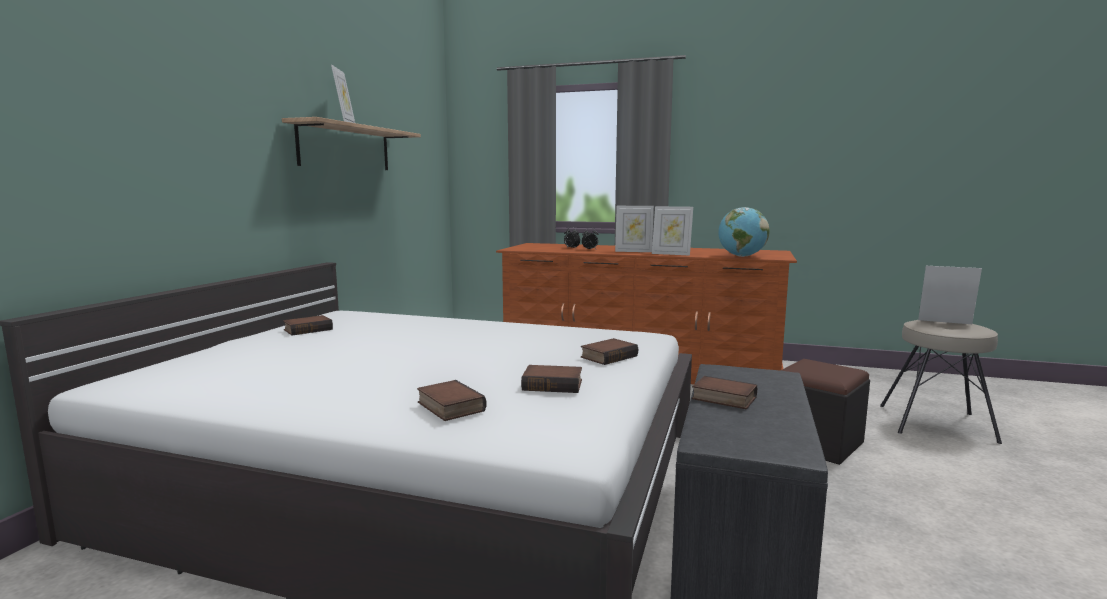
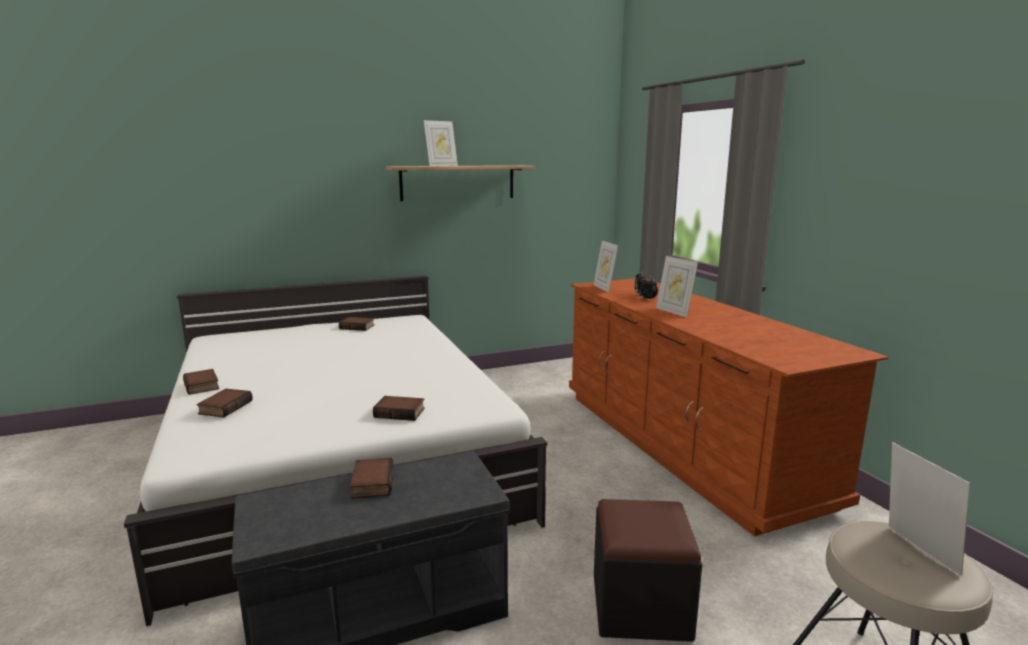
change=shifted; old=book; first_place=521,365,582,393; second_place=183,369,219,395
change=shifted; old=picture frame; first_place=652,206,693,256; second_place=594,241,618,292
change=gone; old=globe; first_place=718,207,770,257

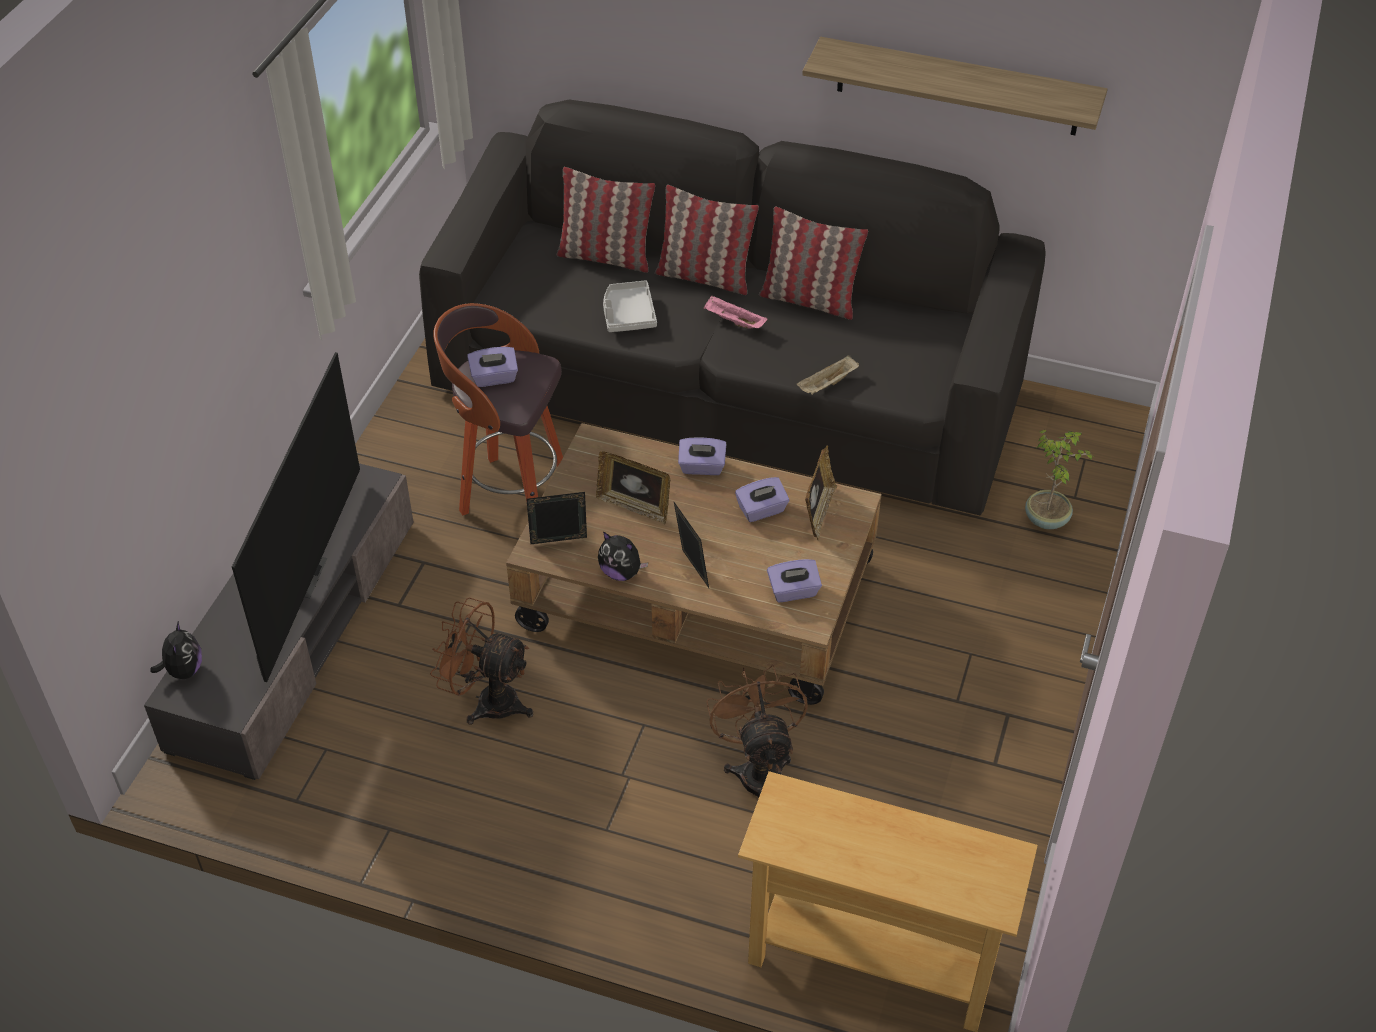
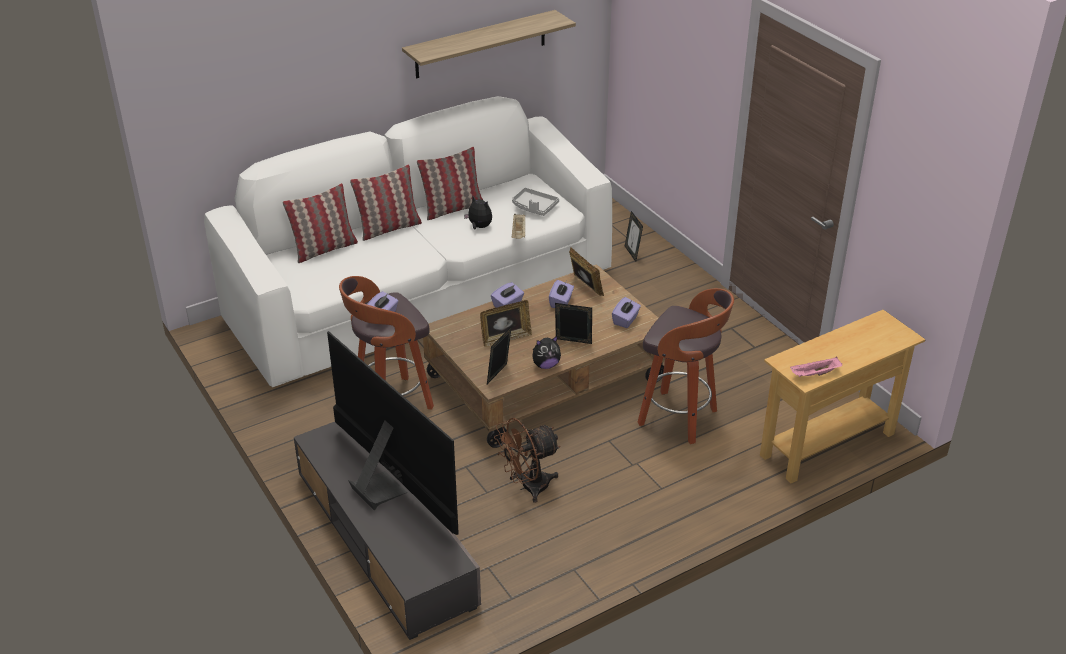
change=shifted; old=plush toy; first_place=150,620,202,679; second_place=464,196,492,230
change=repainted; old=black sofa; new=white sofa; first_place=419,100,1046,515; second_place=204,96,612,387
change=shifted; old=grey tray; first_place=603,280,657,332; second_place=512,187,559,216
change=shifted; old=pink tray; first_place=703,296,768,329; second_place=790,357,842,377
change=swapped; old=brown fan; new=stool; first_place=706,665,808,797; second_place=638,288,734,444
change=swapped; old=potted plant; new=picture frame; first_place=1025,430,1095,529; second_place=625,211,643,262

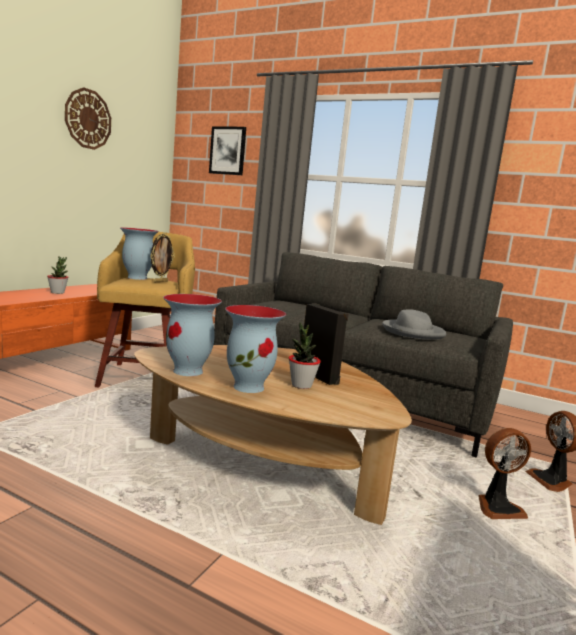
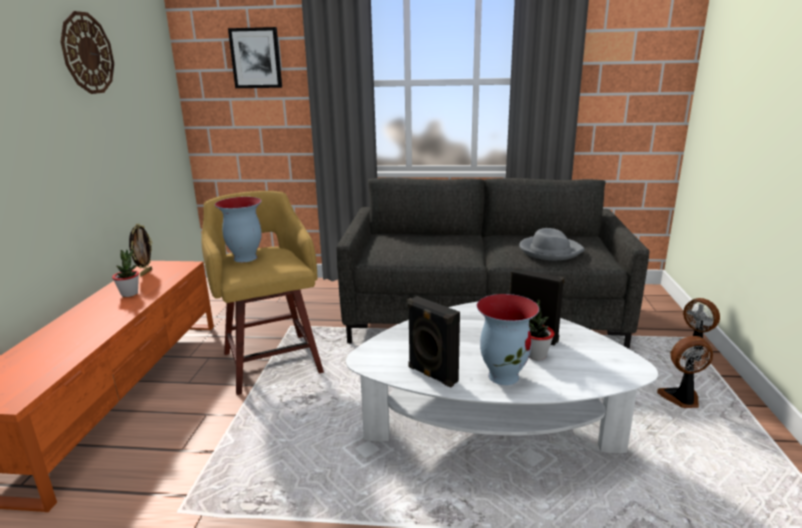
change=repainted; old=brown coffee table; new=white coffee table; first_place=134,345,412,525; second_place=346,302,658,453
change=shifted; old=picture frame; first_place=150,233,175,282; second_place=129,223,152,276
change=swapped; old=vase; new=black speaker; first_place=163,294,222,376; second_place=407,296,460,388
change=rotated; old=fan; first_place=478,428,531,519; second_place=657,336,713,408; degrees=-150

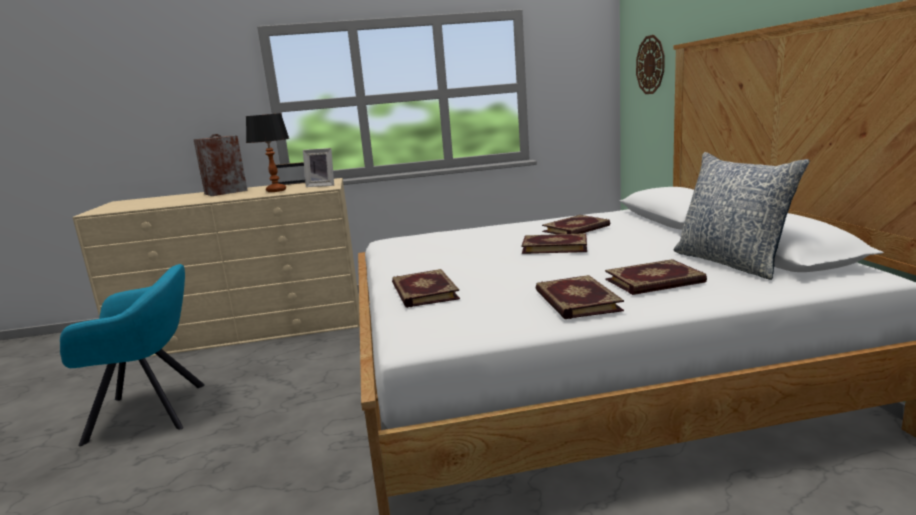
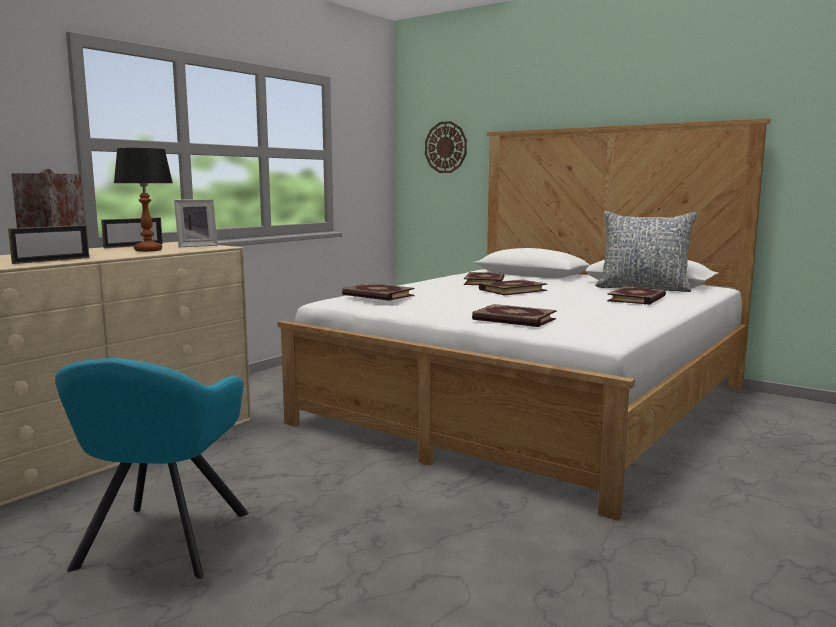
change=rotated; old=turquoise armchair; first_place=60,264,205,446; second_place=55,358,249,579; degrees=150
change=shifted; old=book; first_place=536,275,624,319; second_place=342,283,415,301
change=new; new=picture frame; second_place=8,225,89,264

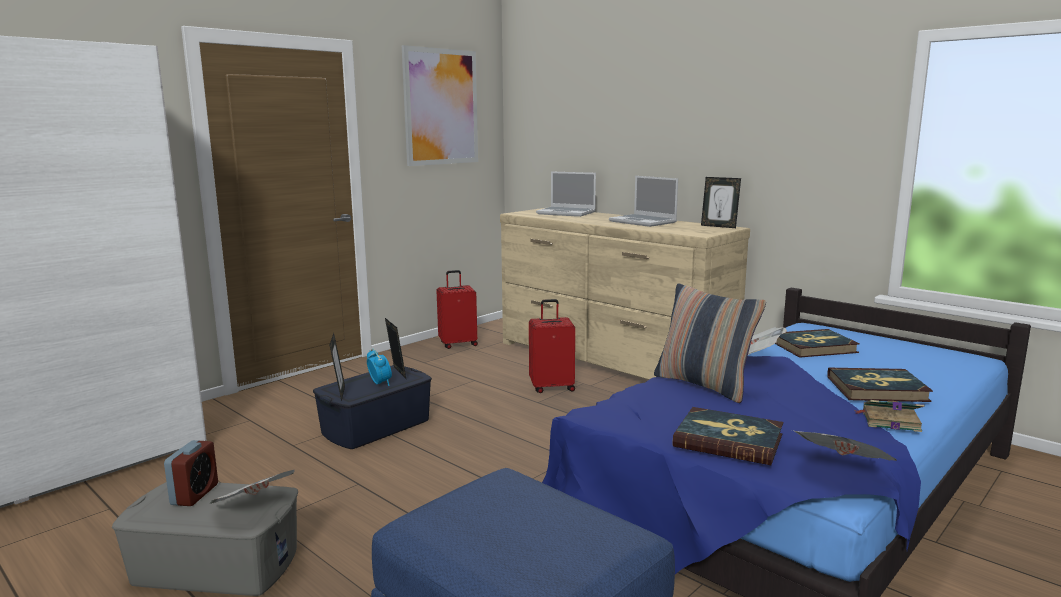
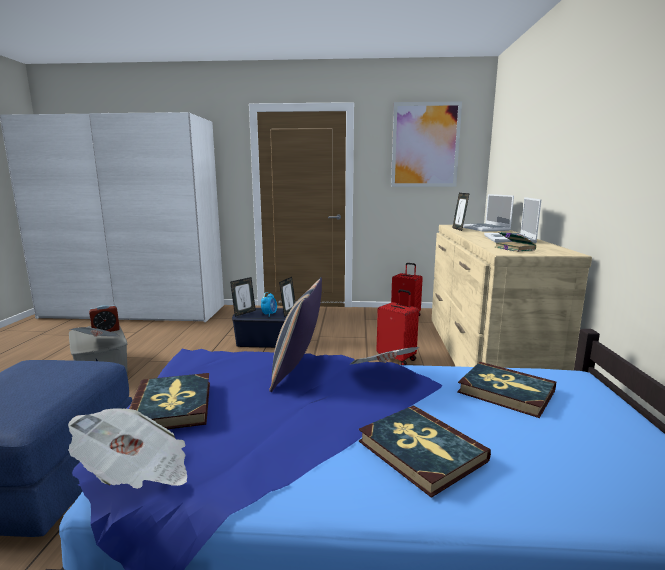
change=shifted; old=picture frame; first_place=701,177,741,228; second_place=452,193,469,231
change=shifted; old=book; first_place=854,400,924,432; second_place=494,231,536,252

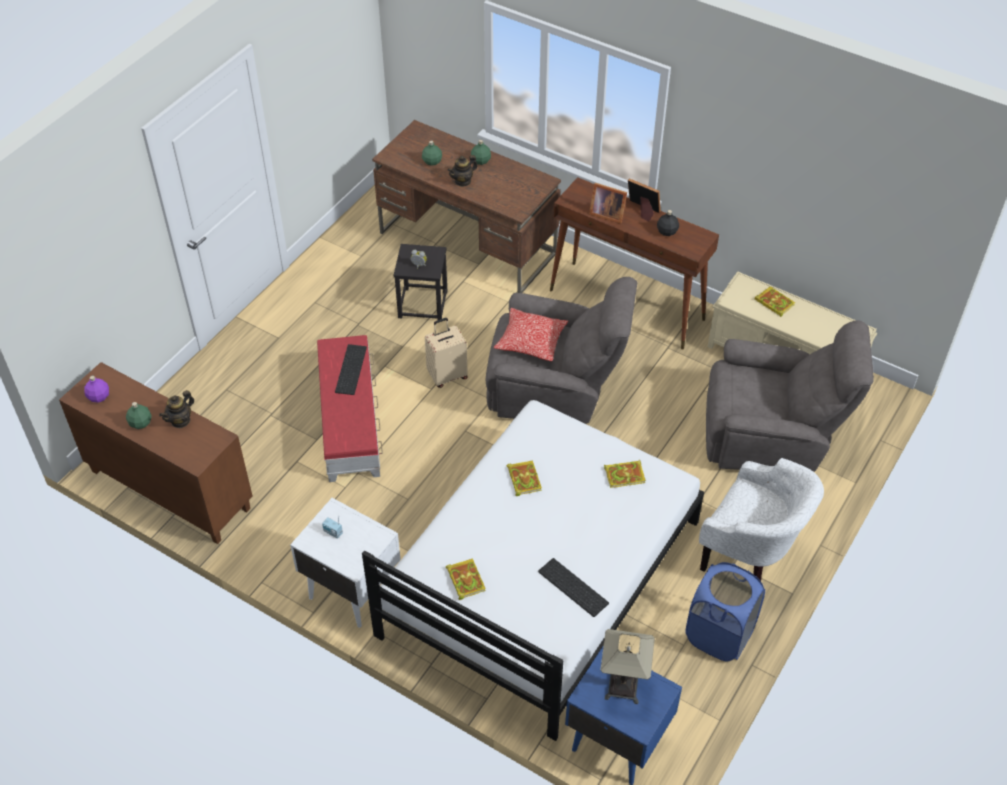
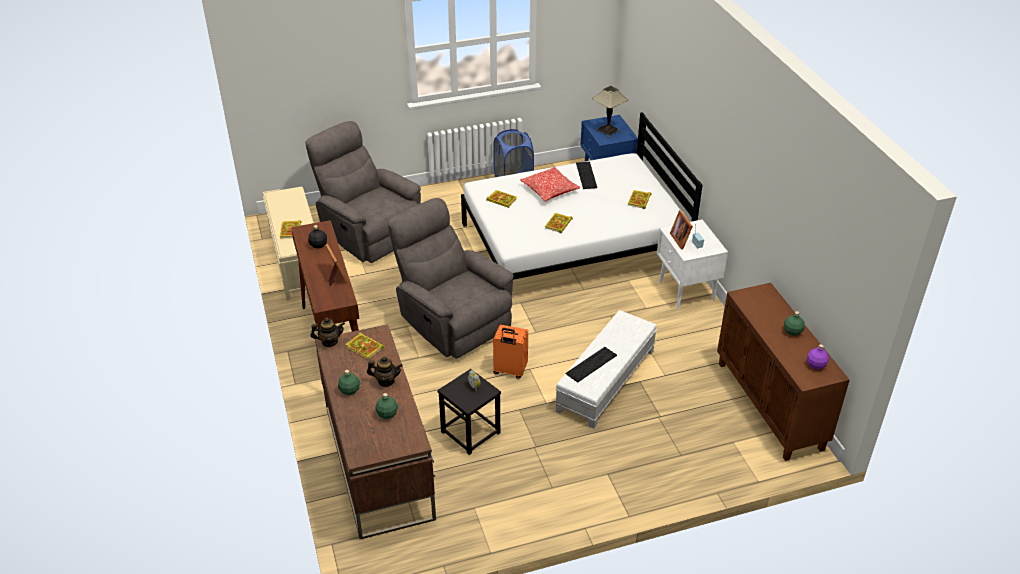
change=shifted; old=teapot; first_place=159,390,194,428; second_place=310,318,345,347
change=repainted; old=red ottoman; new=white ottoman; first_place=317,335,383,482; second_place=555,310,657,429
change=repainted; old=beige suitcase; new=orange suitcase; first_place=425,318,468,388; second_place=493,325,528,379
change=shifted; old=pillow; first_place=494,308,568,361; second_place=520,167,580,202
change=shifted; old=picture frame; first_place=628,178,661,222; second_place=670,210,693,250
change=gone; old=white armchair; first_place=699,458,824,581
change=new; new=book; second_place=346,332,384,359

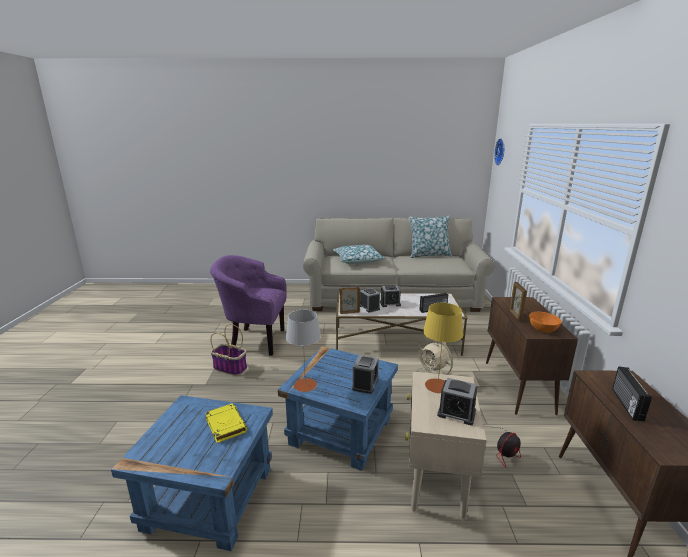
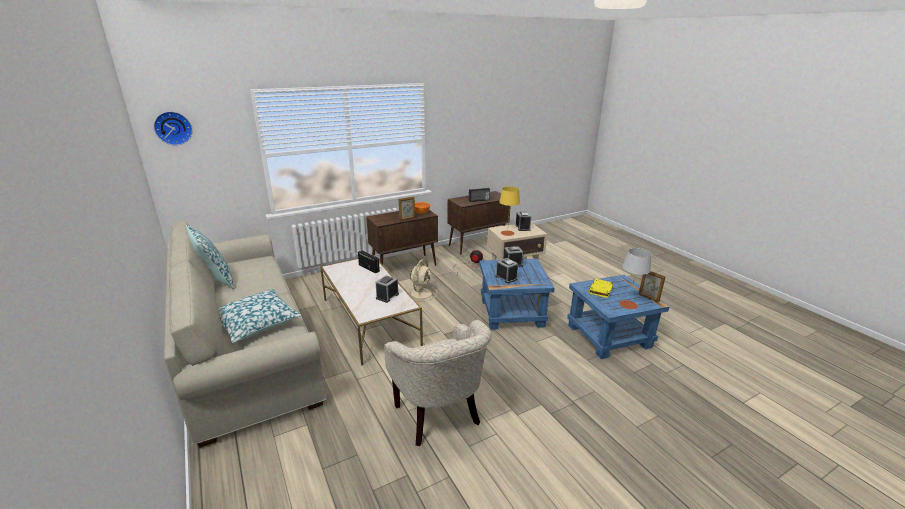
change=repainted; old=purple armchair; new=beige armchair; first_place=210,255,287,355; second_place=384,320,492,446
change=gone; old=basket; first_place=210,324,247,376
change=shifted; old=grey table lamp; first_place=286,310,321,392; second_place=620,248,651,309
change=shifted; old=picture frame; first_place=340,287,360,314; second_place=639,271,666,302
change=shifted; old=alarm clock; first_place=380,285,401,307; second_place=495,258,518,284

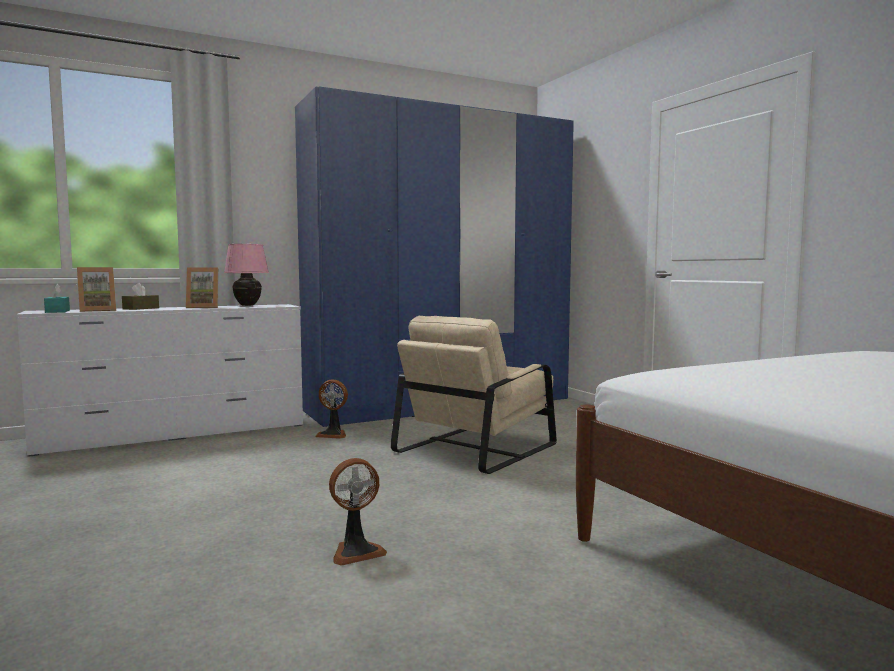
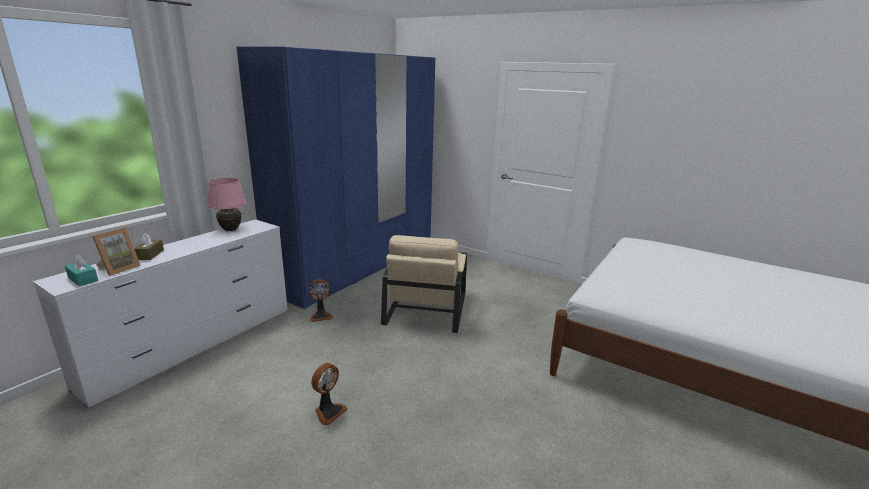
change=gone; old=picture frame; first_place=186,267,218,308
change=shifted; old=fan; first_place=329,458,387,566; second_place=311,363,348,425

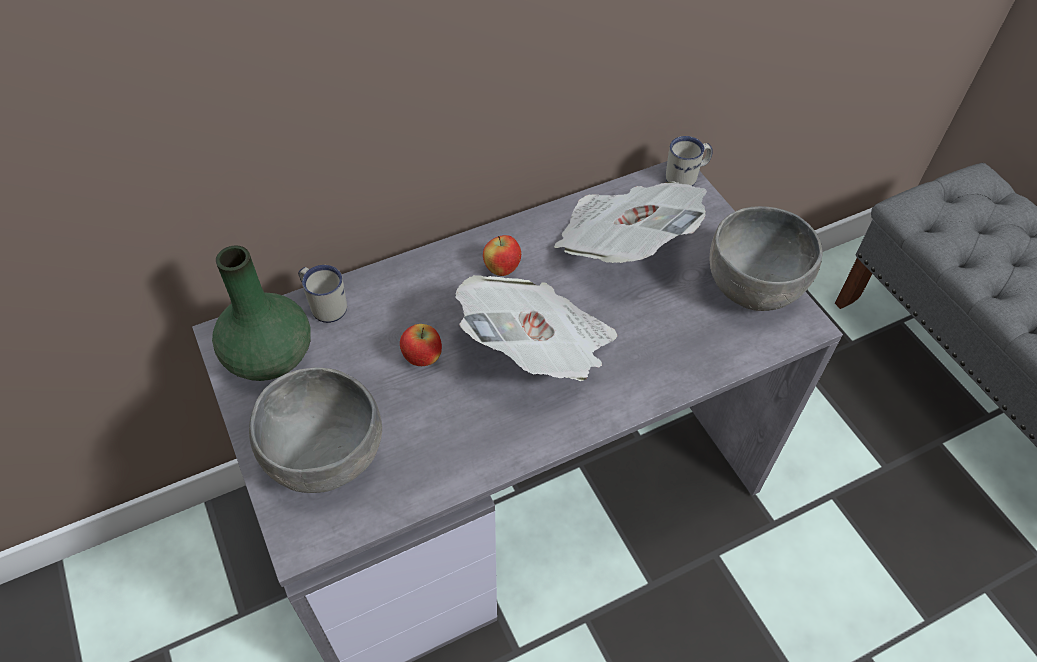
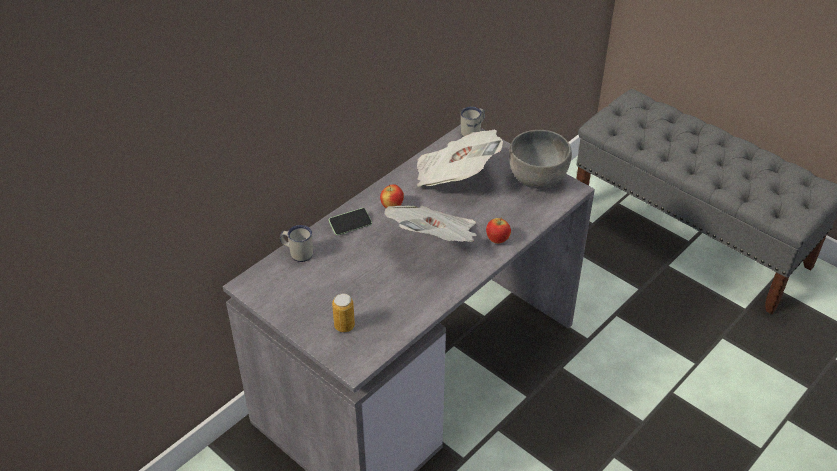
change=gone; old=green vase; first_place=212,245,311,381
change=swapped; old=grey bowl; new=can; first_place=249,367,382,493; second_place=332,294,355,332
change=shifted; old=apple; first_place=400,324,442,366; second_place=486,217,511,244
change=new; new=phone; second_place=329,208,372,236

